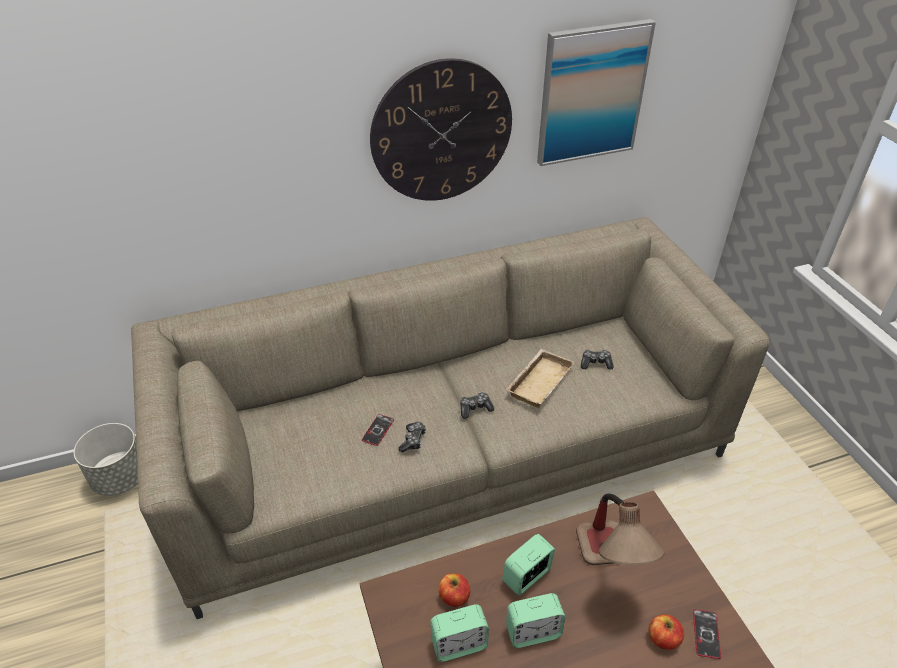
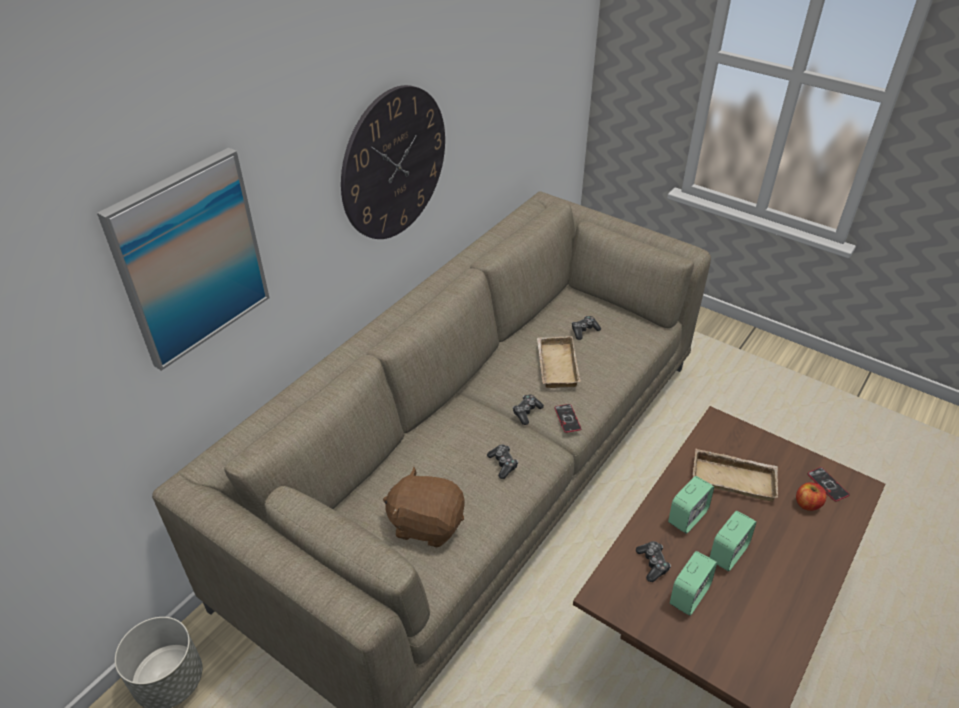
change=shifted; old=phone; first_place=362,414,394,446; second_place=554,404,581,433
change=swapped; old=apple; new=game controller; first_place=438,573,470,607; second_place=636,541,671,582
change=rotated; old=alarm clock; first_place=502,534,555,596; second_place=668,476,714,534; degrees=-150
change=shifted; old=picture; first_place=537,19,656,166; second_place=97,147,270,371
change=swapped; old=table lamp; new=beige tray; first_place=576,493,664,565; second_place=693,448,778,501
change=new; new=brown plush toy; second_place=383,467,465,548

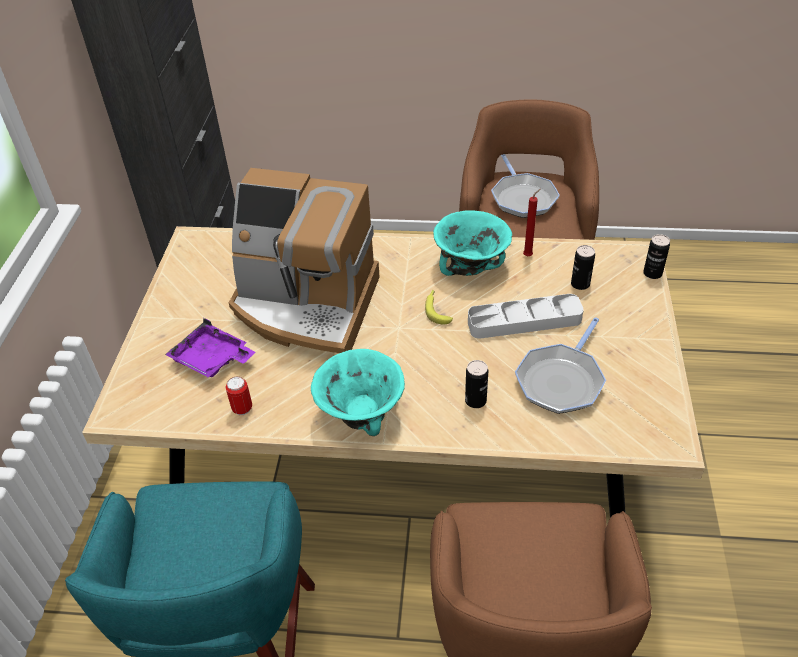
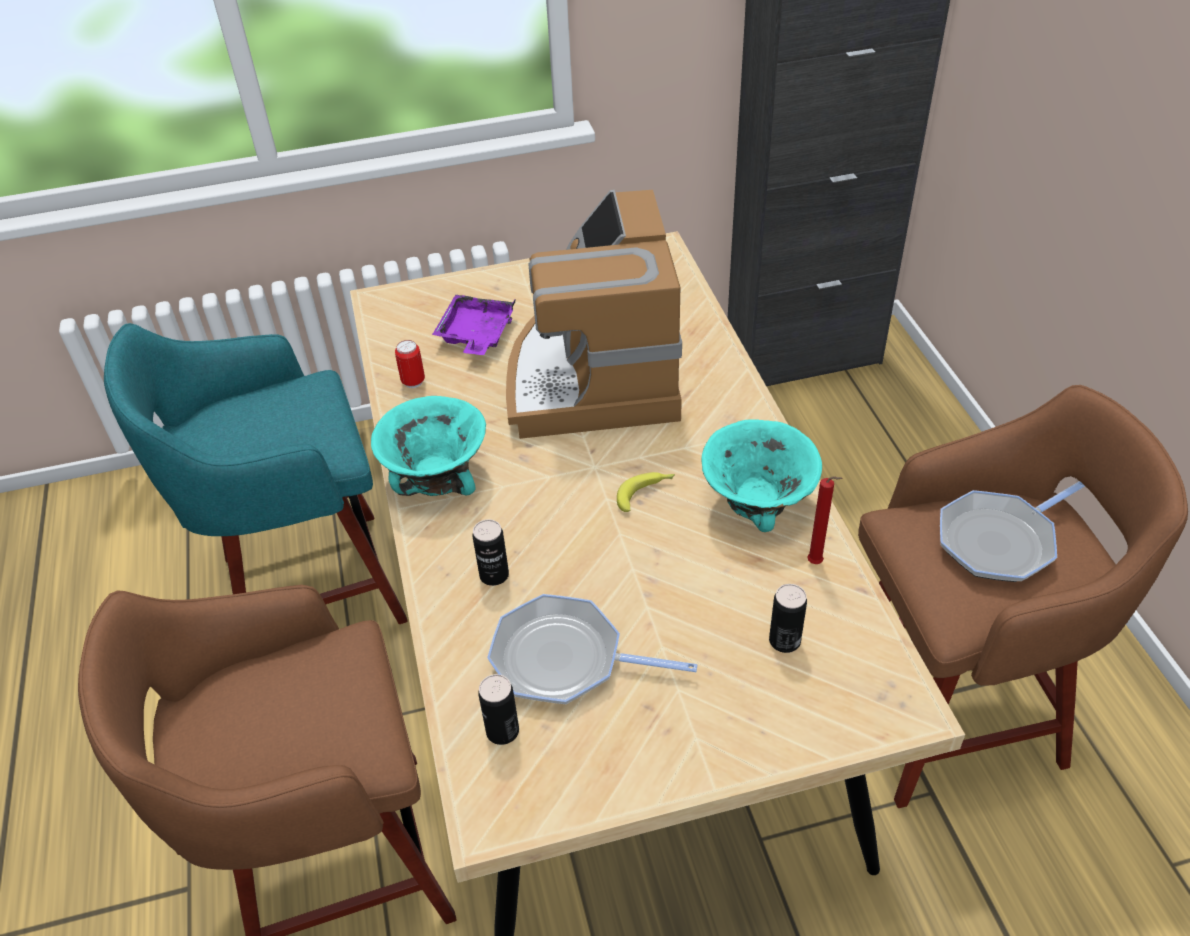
change=gone; old=grey tray; first_place=468,294,584,339
change=shifted; old=can; first_place=643,234,670,279; second_place=478,674,519,745

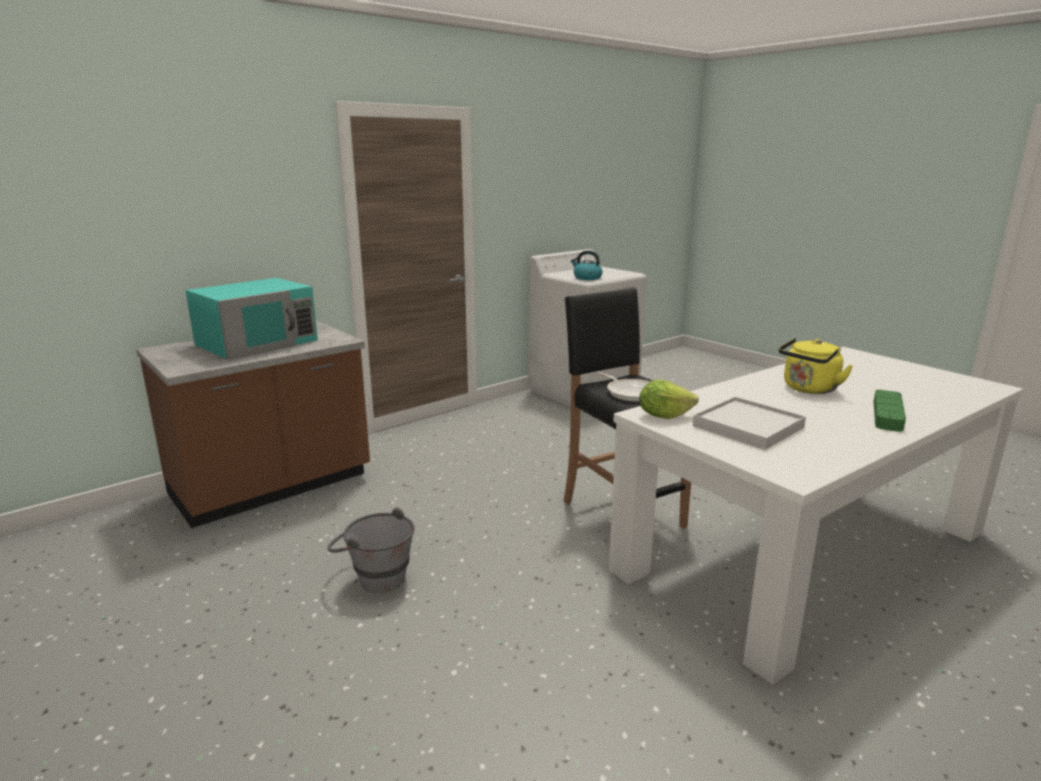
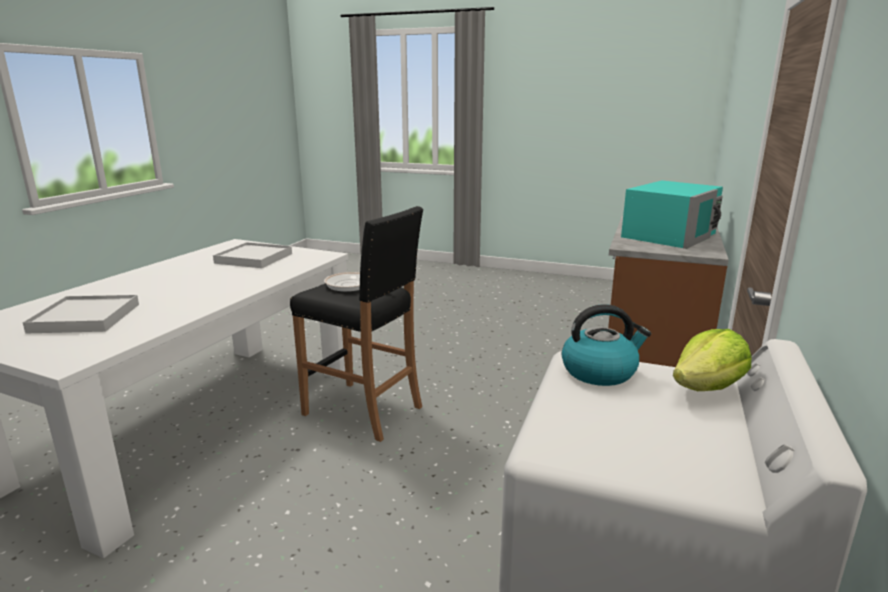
change=rotated; old=turquoise microwave; first_place=185,278,318,360; second_place=621,180,723,249; degrees=-150
change=gone; old=grey bucket; first_place=327,507,415,593
change=shifted; old=lettuce; first_place=639,379,699,419; second_place=673,329,751,391
change=gone; old=yellow kettle; first_place=779,338,853,394
change=gone; old=green tray; first_place=874,390,906,432
change=new; new=white tray; second_place=22,295,139,334

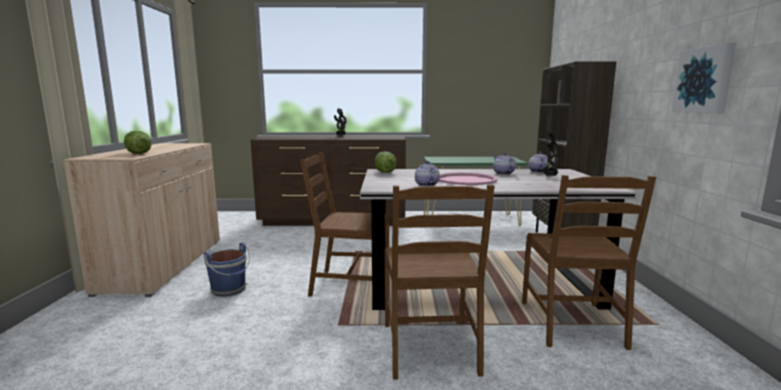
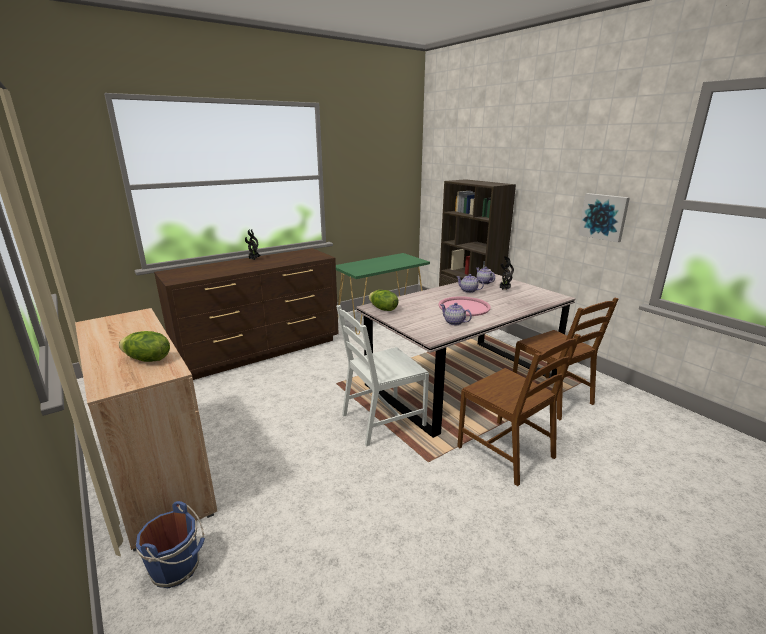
change=shifted; old=blue bucket; first_place=204,243,250,297; second_place=136,501,205,588
change=repainted; old=brown chair; new=white chair; first_place=300,152,389,297; second_place=336,305,429,447

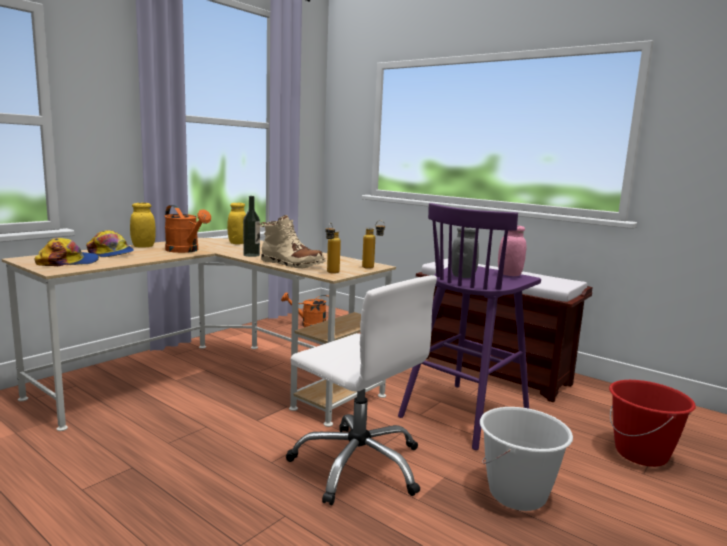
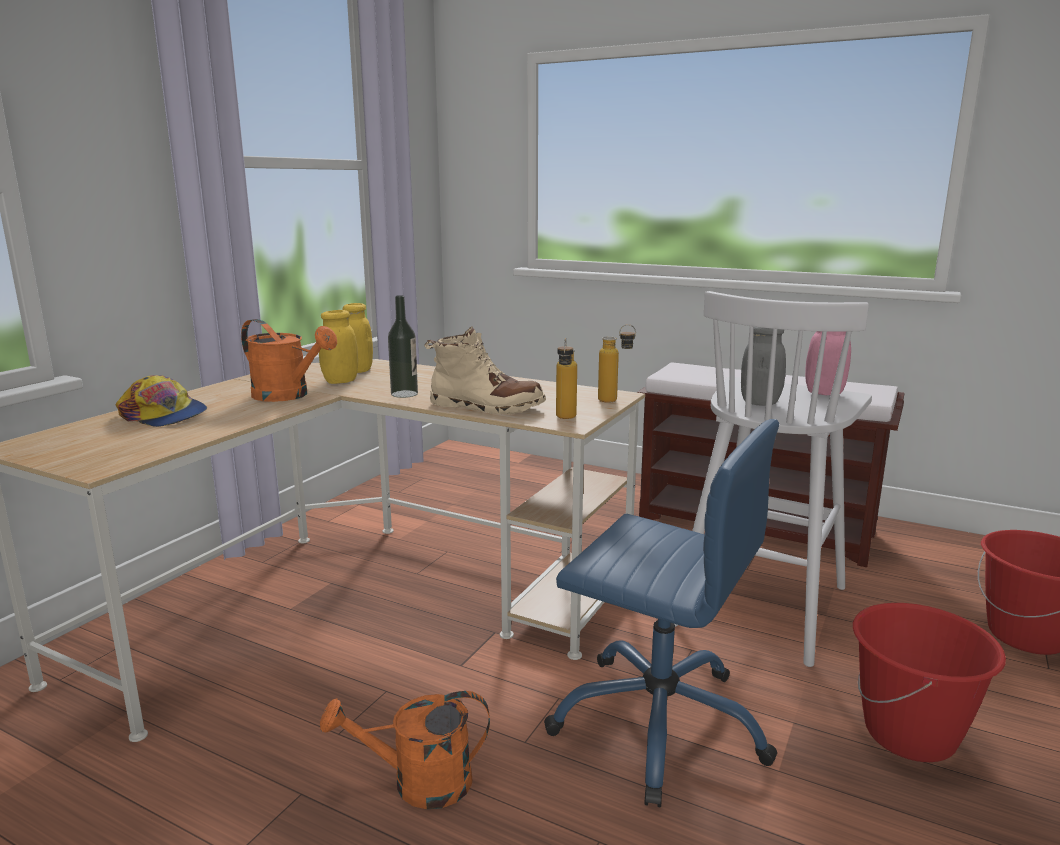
change=gone; old=cap; first_place=34,238,99,266
change=shifted; old=yellow jar; first_place=130,203,156,247; second_place=319,310,358,384
change=shifted; old=orange watering can; first_place=281,292,329,327; second_place=320,691,490,809
change=repainted; old=white office chair; new=blue office chair; first_place=286,275,437,505; second_place=544,419,779,807
change=repainted; old=purple stool; new=white stool; first_place=398,203,541,450; second_place=674,291,872,667
change=repainted; old=white bucket; new=red bucket; first_place=480,407,573,511; second_place=853,603,1006,762

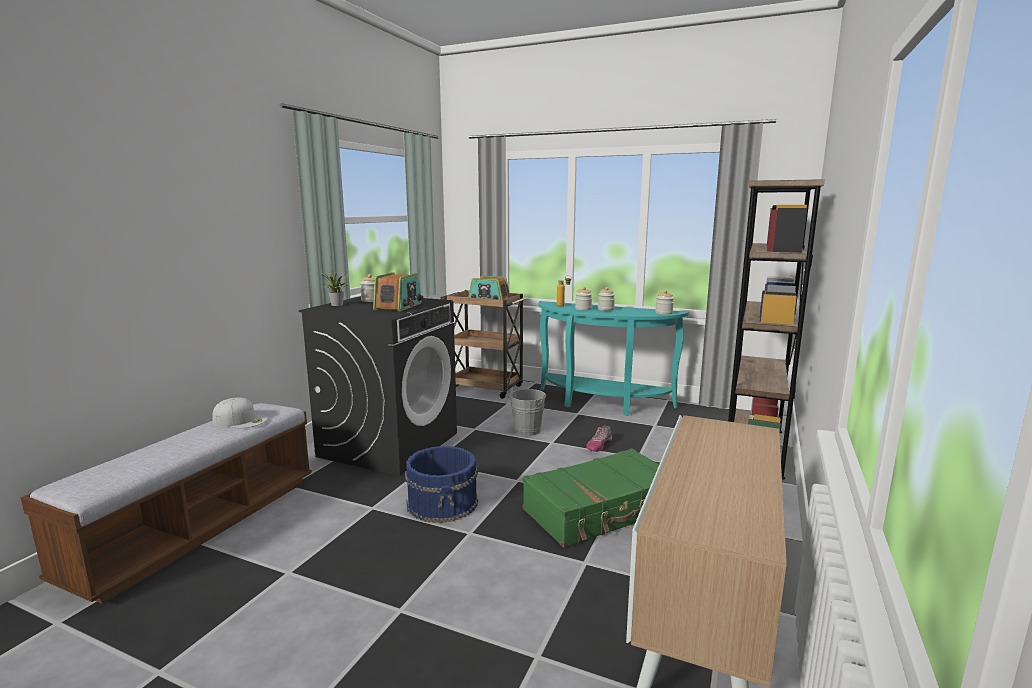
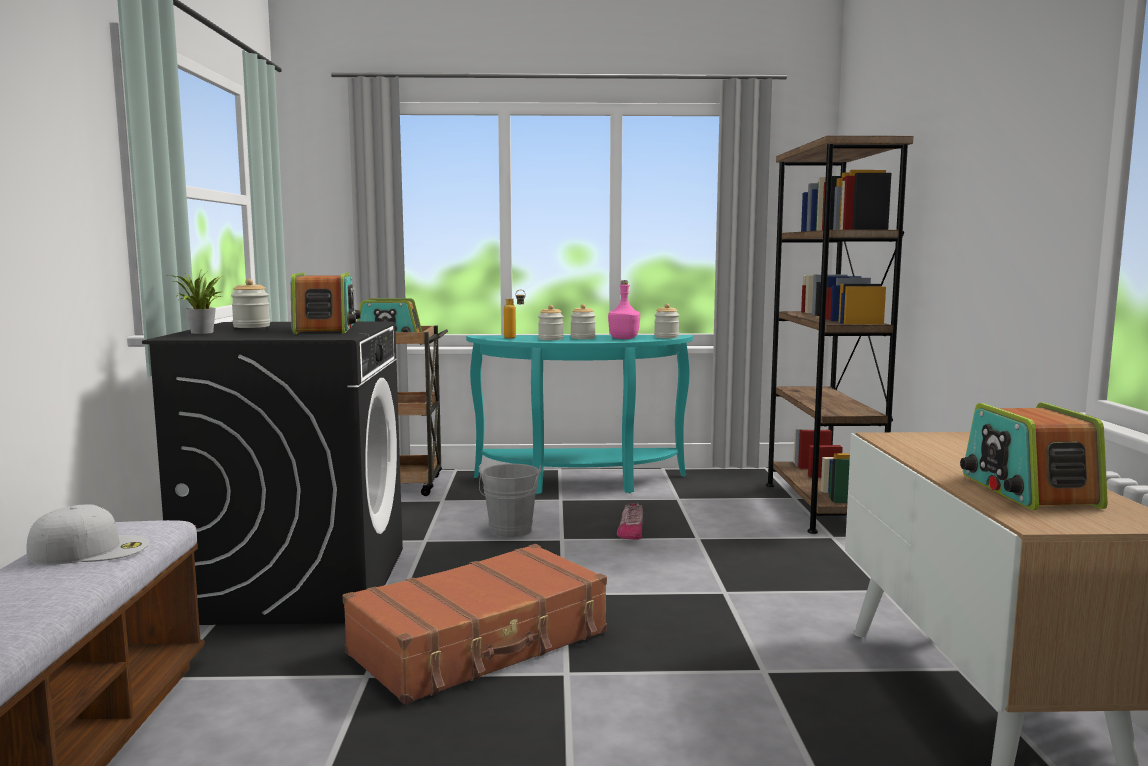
change=swapped; old=blue bucket; new=brown suitcase; first_place=405,446,478,523; second_place=343,544,607,704
change=gone; old=green suitcase; first_place=523,448,659,548
change=new; new=pink bottle; second_place=608,280,640,339
change=new; new=radio; second_place=960,403,1108,510

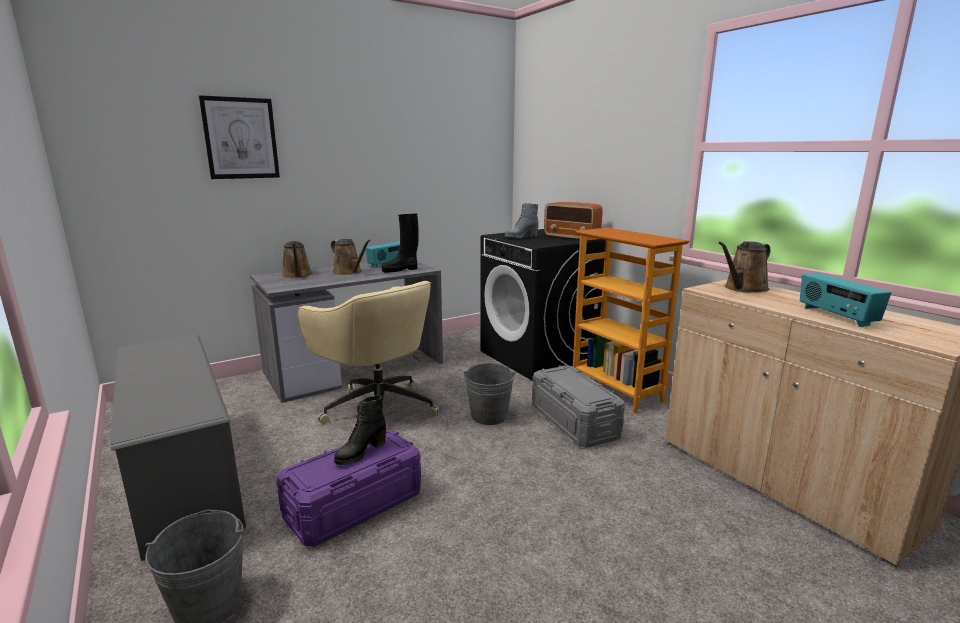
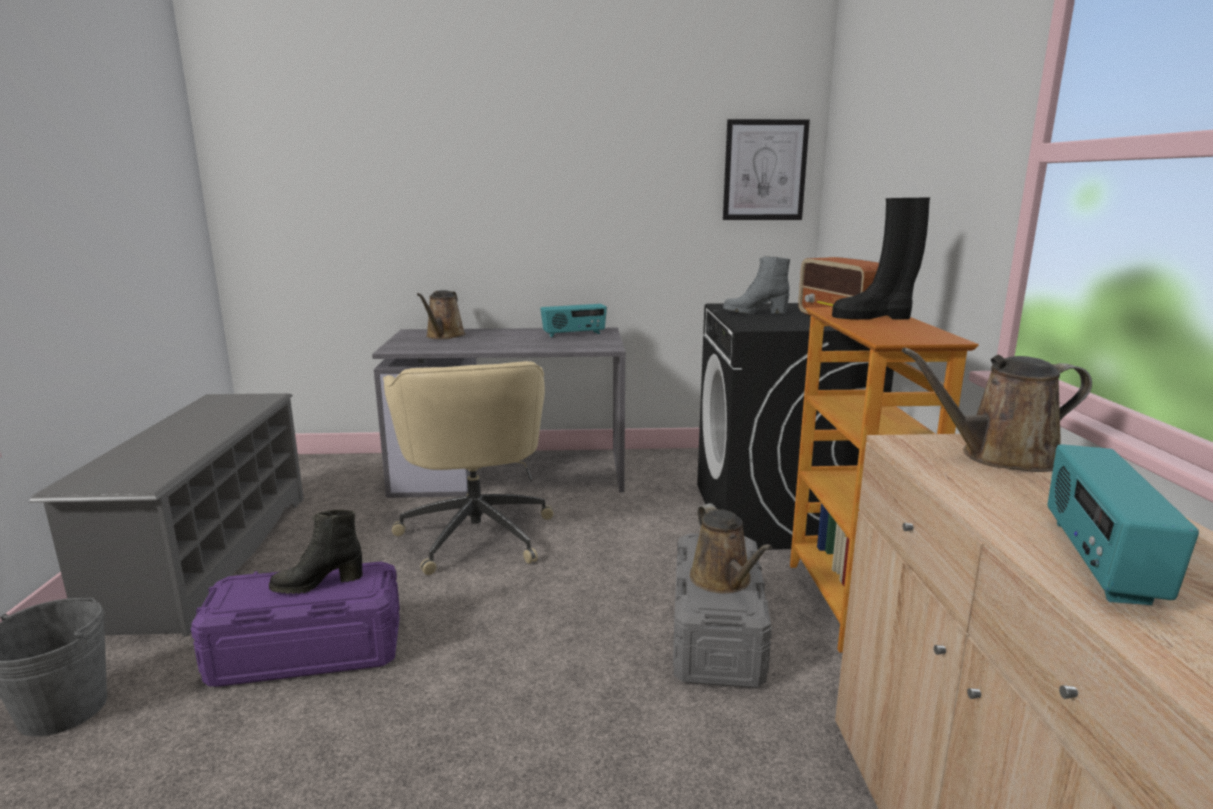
change=shifted; old=picture; first_place=199,95,280,179; second_place=723,119,810,220
change=shifted; old=brown watering can; first_place=331,239,371,275; second_place=690,503,772,593
change=shifted; old=black boot; first_place=382,214,419,272; second_place=832,197,930,319
change=gone; old=grey bucket; first_place=464,363,515,425

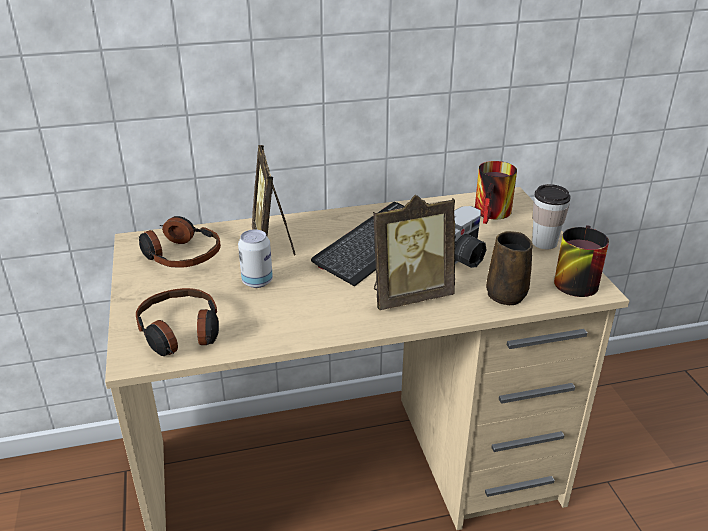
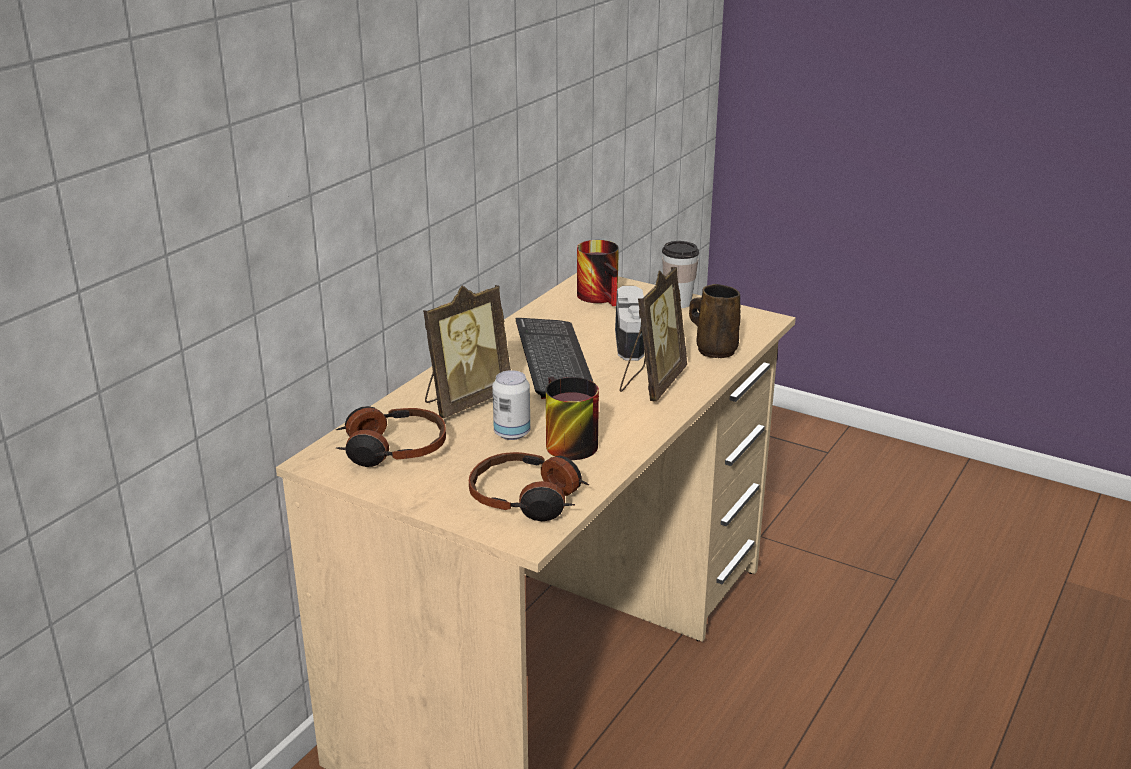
change=rotated; old=picture frame; first_place=252,145,295,255; second_place=423,285,511,418; degrees=-75
change=shifted; old=mug; first_place=554,225,609,297; second_place=546,377,599,460

